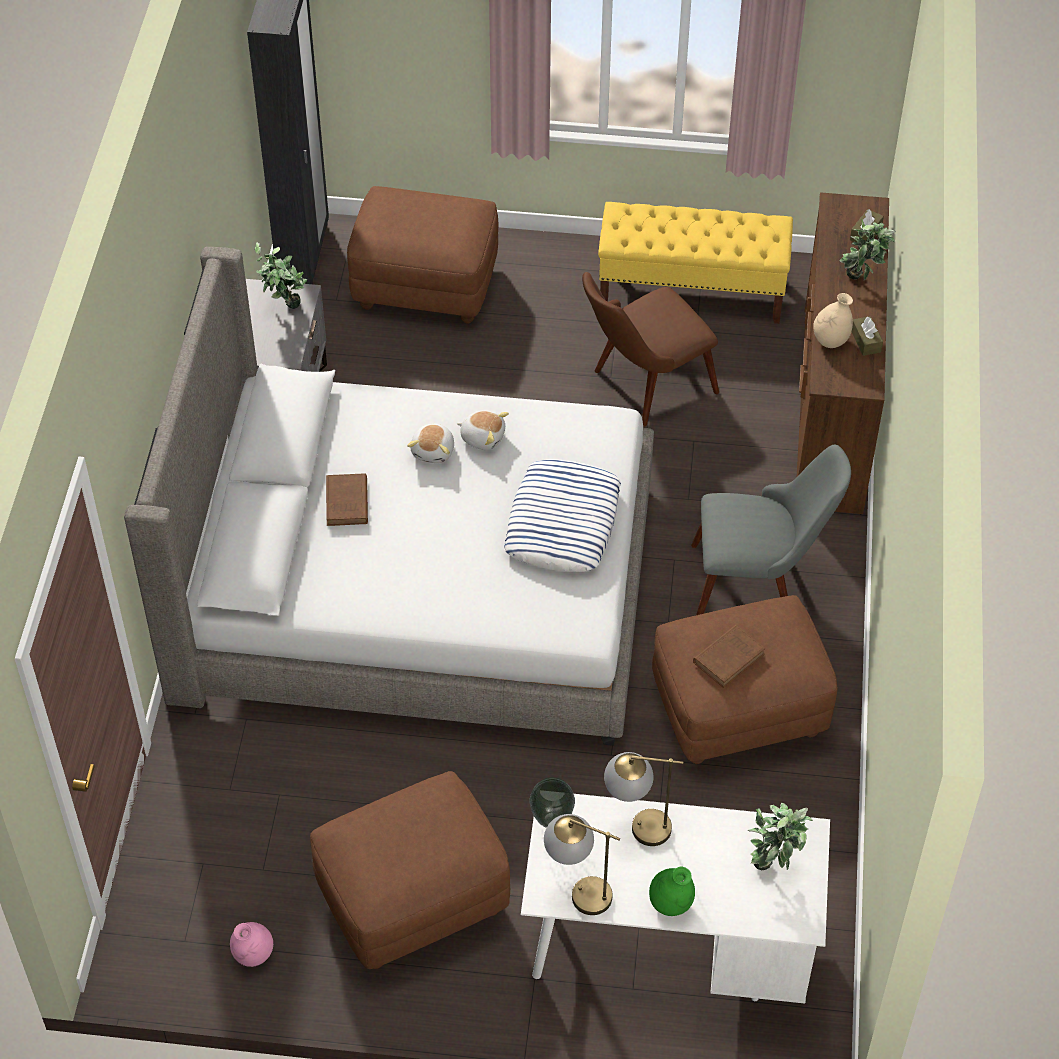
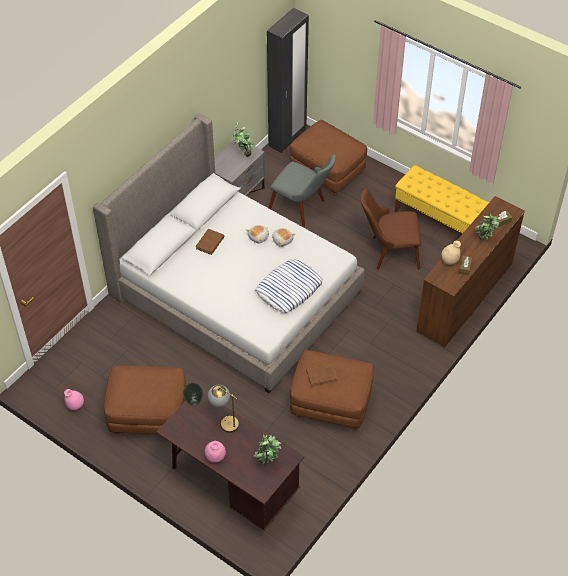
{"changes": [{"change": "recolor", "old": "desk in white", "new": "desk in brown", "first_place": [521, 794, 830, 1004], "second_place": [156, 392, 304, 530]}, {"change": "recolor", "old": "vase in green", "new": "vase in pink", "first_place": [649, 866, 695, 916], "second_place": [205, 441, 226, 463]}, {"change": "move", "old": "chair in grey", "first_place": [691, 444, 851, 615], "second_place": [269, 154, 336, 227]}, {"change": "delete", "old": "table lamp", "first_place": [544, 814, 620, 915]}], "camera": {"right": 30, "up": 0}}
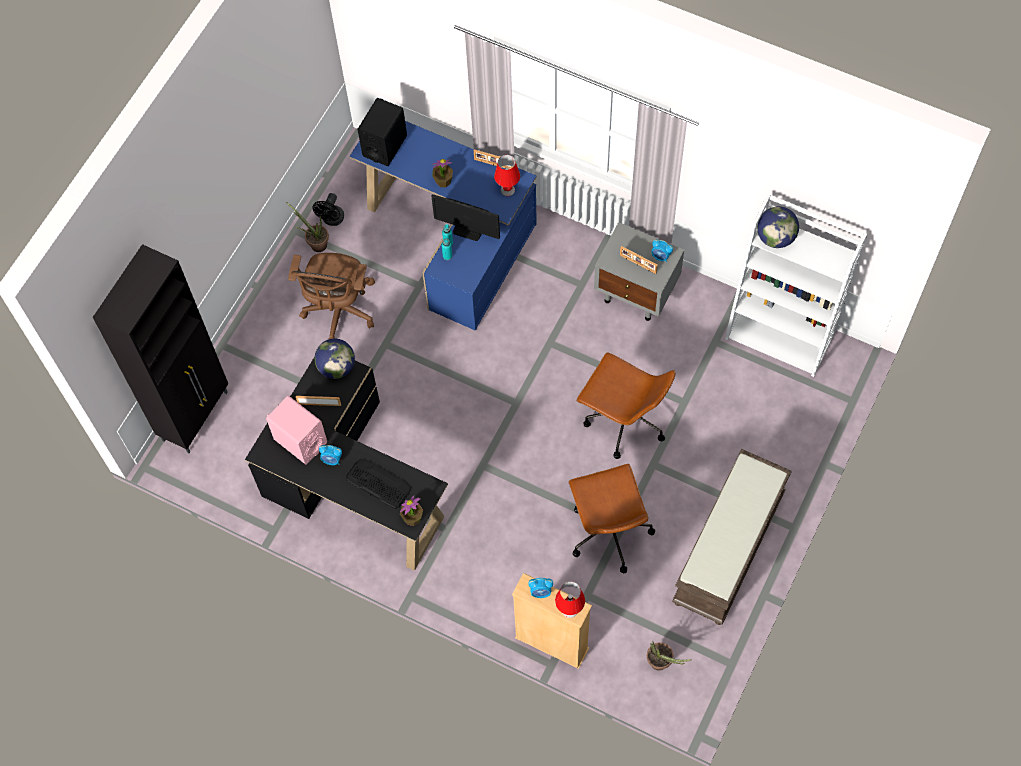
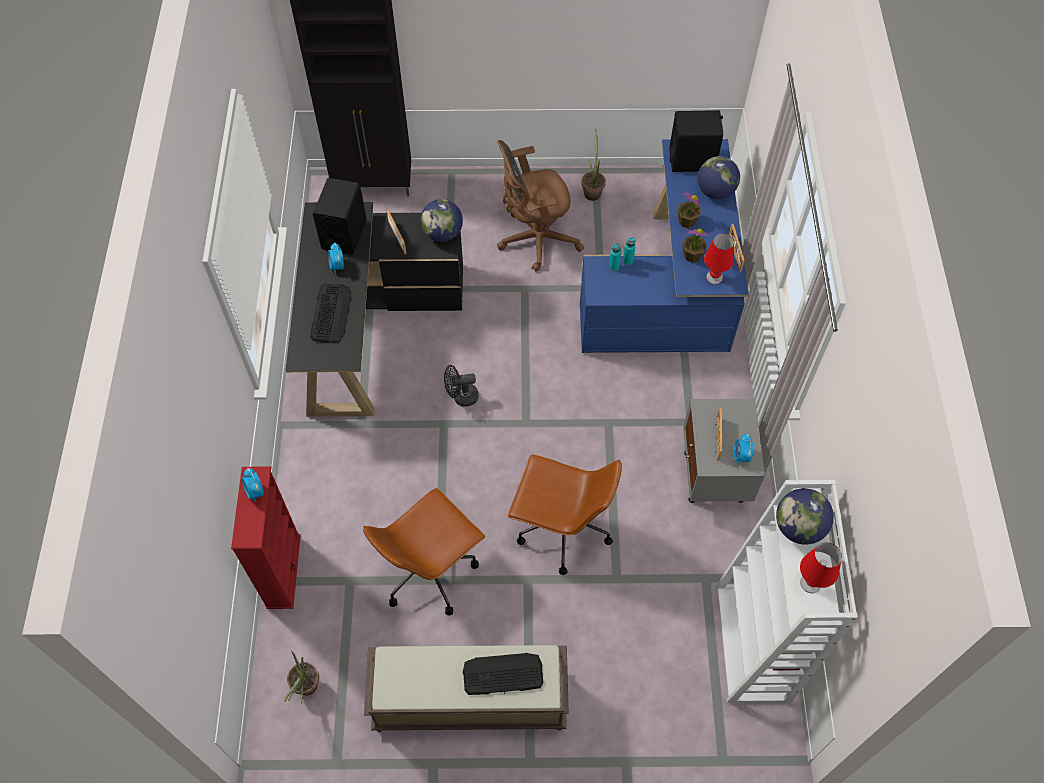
{"changes": [{"change": "recolor", "old": "bookcase in beige", "new": "bookcase in red", "first_place": [512, 573, 592, 669], "second_place": [231, 466, 301, 609]}, {"change": "recolor", "old": "speaker in pink", "new": "speaker in black", "first_place": [266, 396, 327, 465], "second_place": [313, 178, 367, 255]}, {"change": "move", "old": "fan in black", "first_place": [312, 193, 344, 226], "second_place": [444, 365, 478, 407]}, {"change": "insert", "new": "keyboard", "second_place": [462, 653, 543, 695]}, {"change": "rotate", "old": "office chair in brown", "first_place": [576, 352, 676, 459], "second_place": [508, 455, 622, 575], "degrees": -75}, {"change": "move", "old": "potted plant", "first_place": [400, 496, 423, 526], "second_place": [682, 228, 709, 263]}, {"change": "insert", "new": "globe", "second_place": [697, 156, 740, 199]}, {"change": "move", "old": "table lamp in red", "first_place": [555, 582, 585, 618], "second_place": [800, 543, 842, 593]}, {"change": "delete", "old": "monitor", "first_place": [431, 194, 500, 241]}], "camera": {"right": 60, "up": -5}}
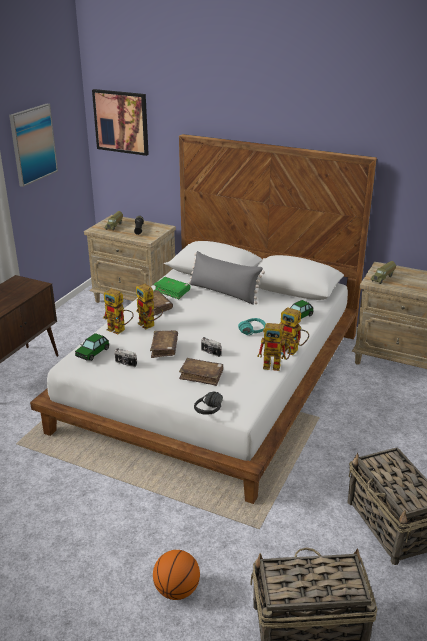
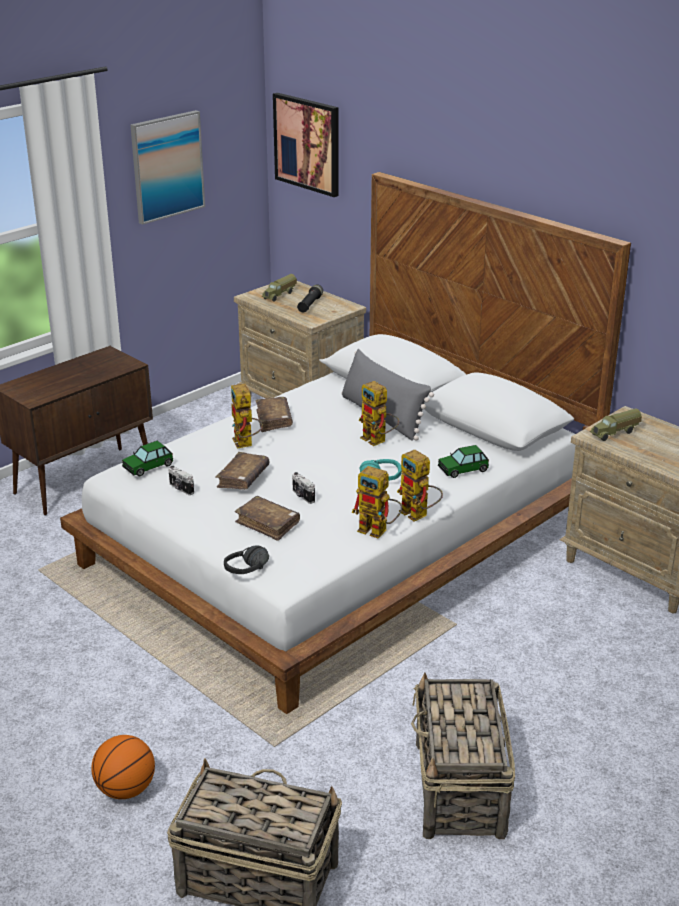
{"changes": [{"change": "move", "old": "toy robot", "first_place": [103, 289, 134, 334], "second_place": [358, 381, 399, 446]}, {"change": "delete", "old": "book in green", "first_place": [153, 277, 190, 299]}], "camera": {"right": 20, "up": 0}}
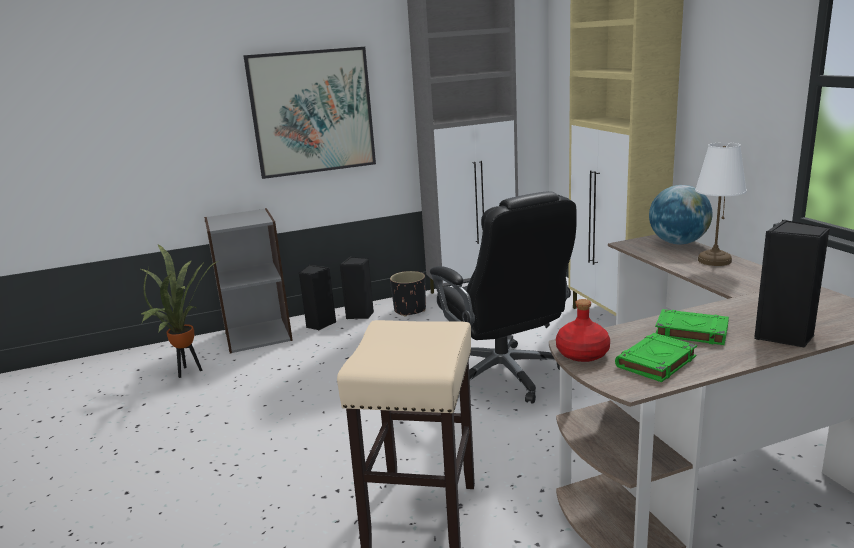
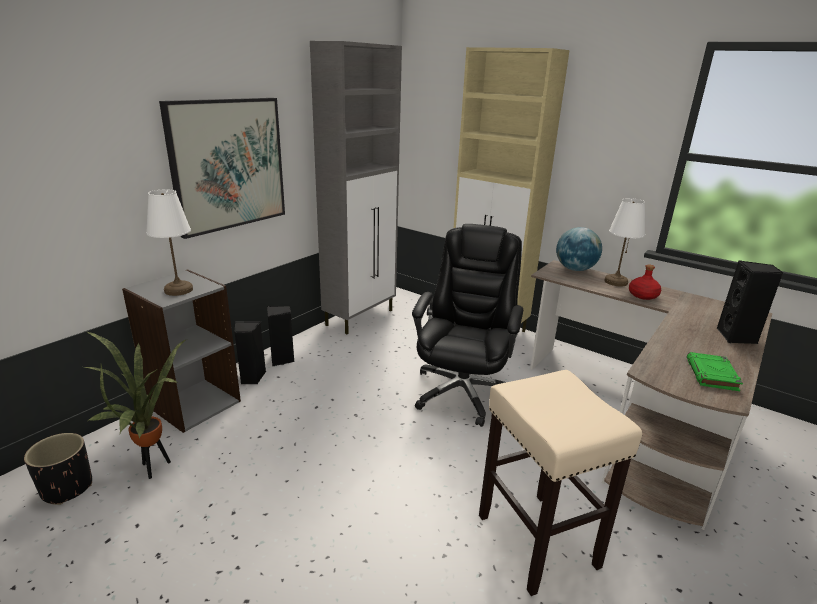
{"changes": [{"change": "move", "old": "planter in black", "first_place": [390, 271, 426, 317], "second_place": [24, 433, 92, 505]}, {"change": "insert", "new": "table lamp in white", "second_place": [146, 189, 193, 296]}, {"change": "rotate", "old": "office chair in black", "first_place": [430, 191, 577, 404], "second_place": [412, 224, 523, 427], "degrees": -105}, {"change": "move", "old": "bottle in red", "first_place": [556, 299, 610, 362], "second_place": [629, 265, 661, 300]}, {"change": "delete", "old": "book in green", "first_place": [655, 309, 729, 345]}], "camera": {"right": -35, "up": 5}}
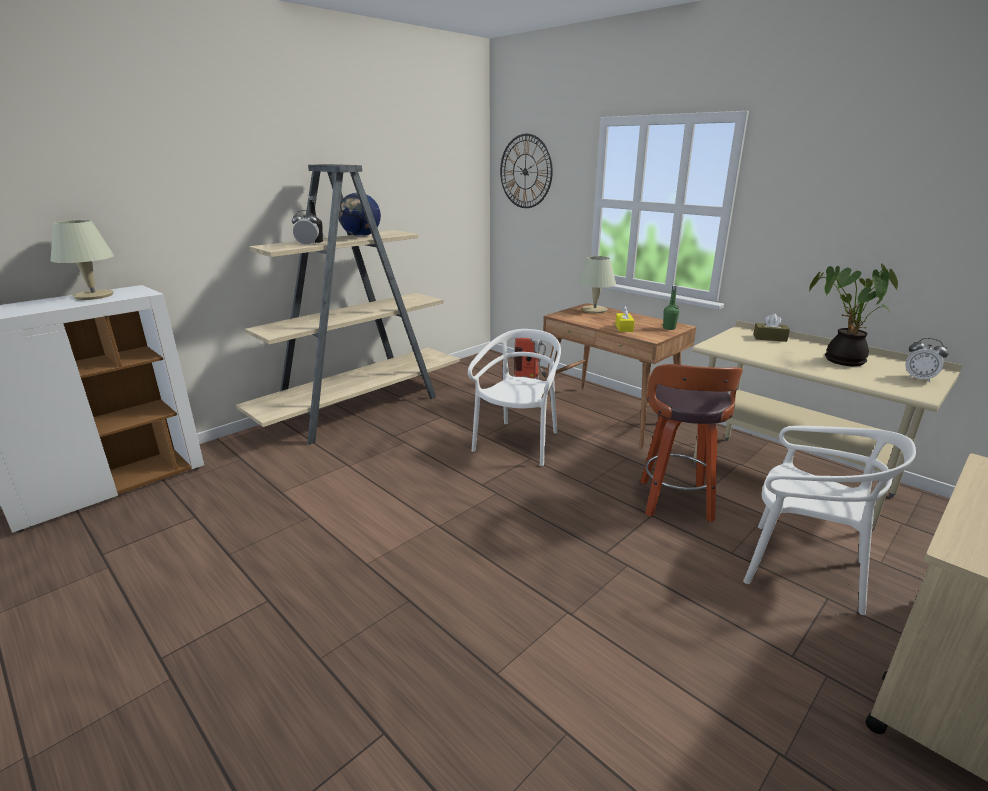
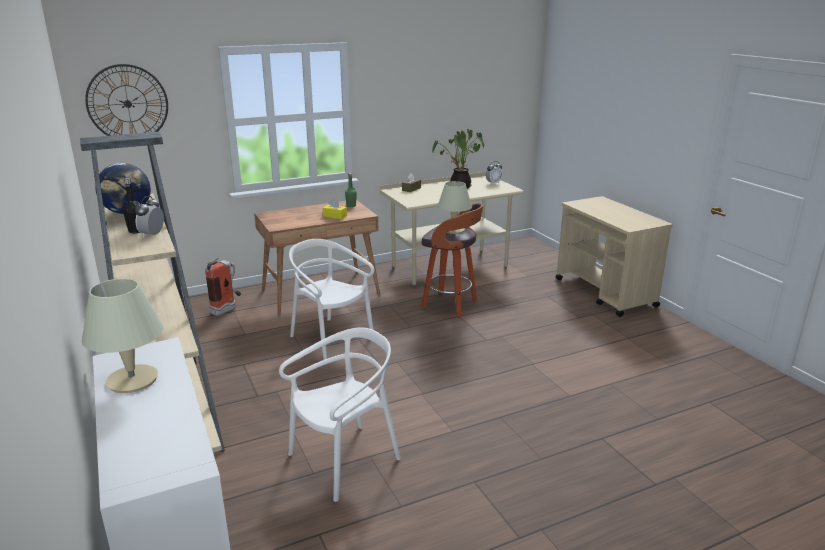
{"changes": [{"change": "move", "old": "chair in white", "first_place": [743, 426, 916, 615], "second_place": [279, 327, 401, 502]}, {"change": "move", "old": "table lamp in beige", "first_place": [578, 256, 616, 313], "second_place": [437, 181, 472, 234]}], "camera": {"right": -70, "up": 0}}
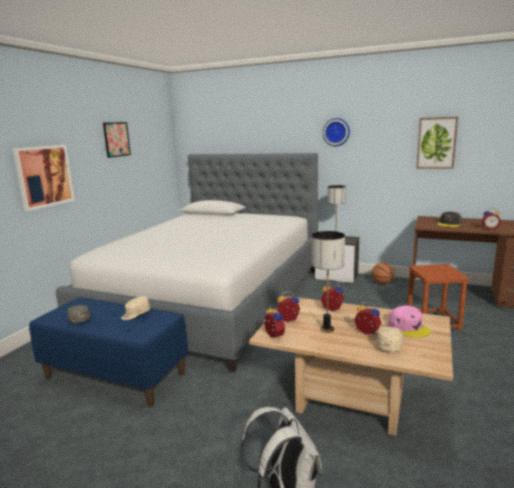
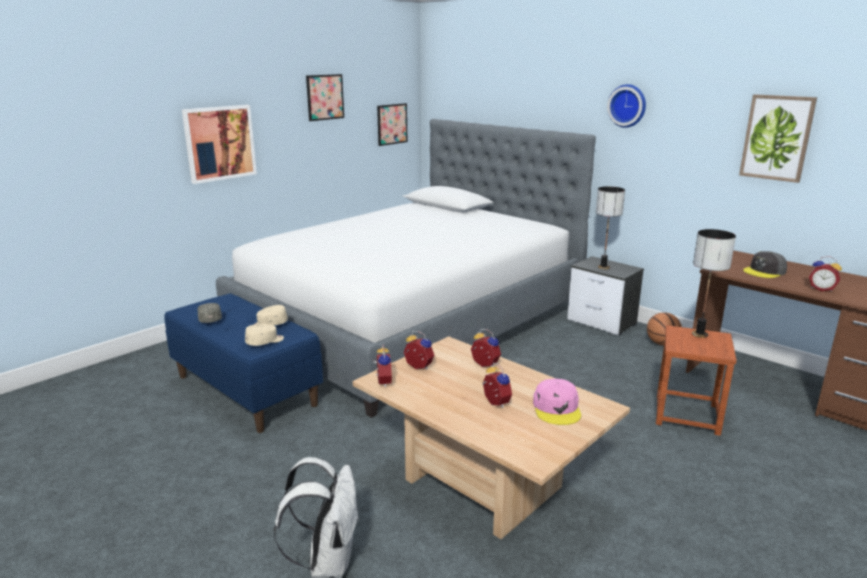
{"changes": [{"change": "move", "old": "cap in beige", "first_place": [376, 327, 403, 351], "second_place": [245, 324, 284, 346]}, {"change": "insert", "new": "picture", "second_place": [377, 103, 407, 146]}, {"change": "move", "old": "table lamp", "first_place": [311, 231, 345, 333], "second_place": [692, 229, 736, 338]}], "camera": {"right": 20, "up": 5}}
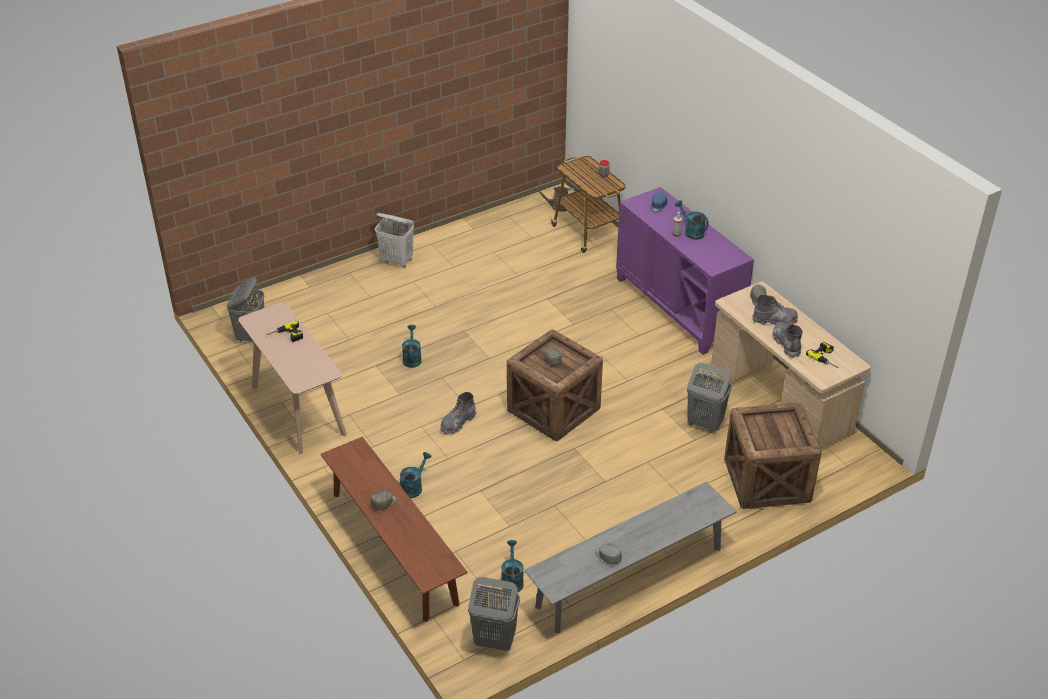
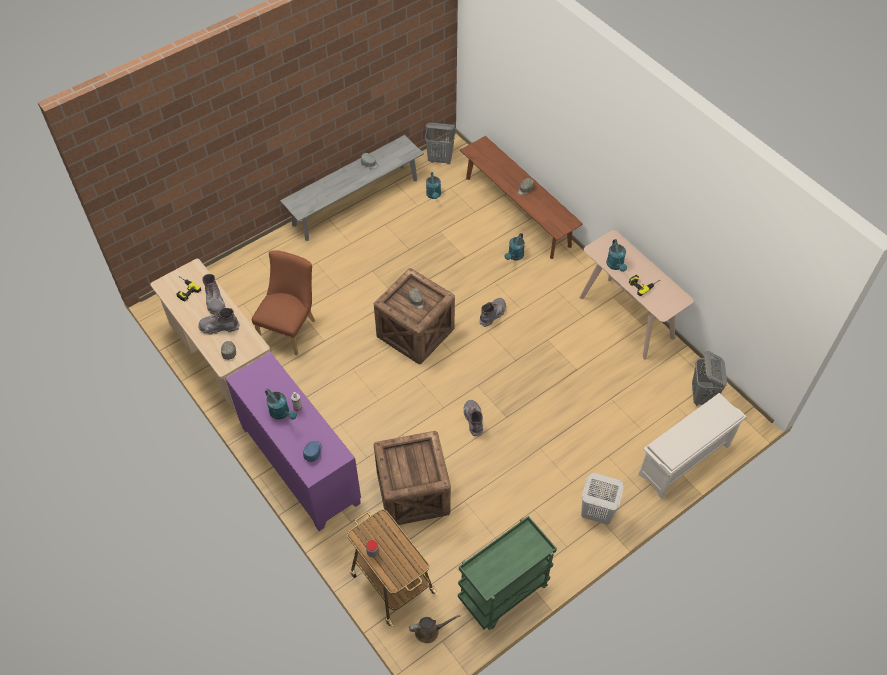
{"changes": [{"change": "replace", "old": "laundry basket in grey", "new": "chair in brown", "first_place": [687, 363, 732, 432], "second_place": [252, 250, 315, 356]}, {"change": "move", "old": "crate", "first_place": [724, 402, 822, 509], "second_place": [374, 431, 451, 525]}, {"change": "insert", "new": "cart in green", "second_place": [458, 516, 557, 630]}, {"change": "insert", "new": "boot in grey", "second_place": [464, 400, 483, 437]}, {"change": "move", "old": "watering can in turquoise", "first_place": [402, 325, 422, 368], "second_place": [606, 239, 627, 272]}, {"change": "insert", "new": "shoe rack in white", "second_place": [638, 393, 747, 498]}], "camera": {"right": 175, "up": 15}}
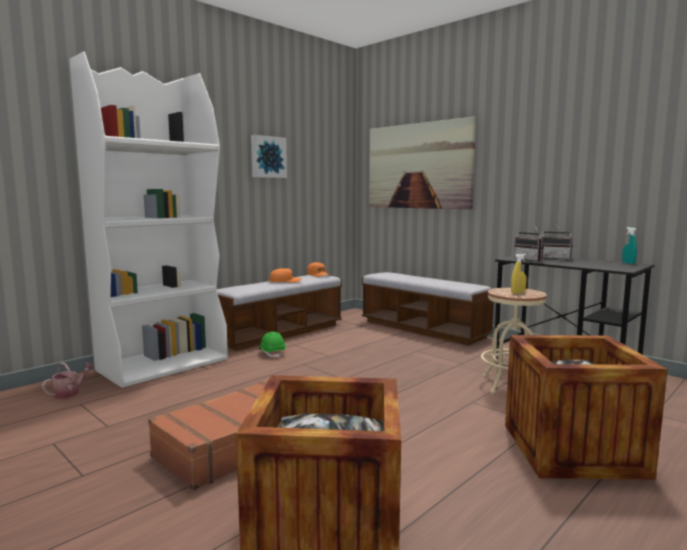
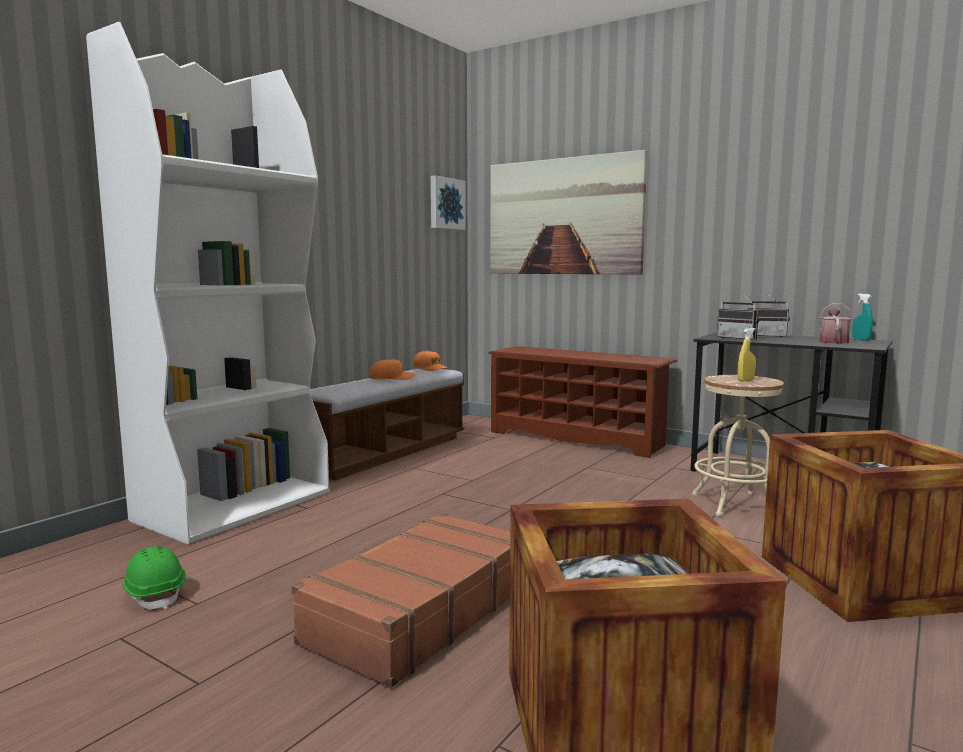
{"changes": [{"change": "move", "old": "hard hat in green", "first_place": [259, 332, 286, 358], "second_place": [122, 546, 186, 609]}, {"change": "move", "old": "picture", "first_place": [251, 135, 287, 178], "second_place": [431, 175, 466, 230]}, {"change": "replace", "old": "bench", "new": "shoe rack in brown", "first_place": [362, 272, 493, 345], "second_place": [488, 346, 678, 458]}, {"change": "move", "old": "watering can", "first_place": [42, 362, 94, 399], "second_place": [819, 303, 853, 344]}], "camera": {"right": -10, "up": 0}}
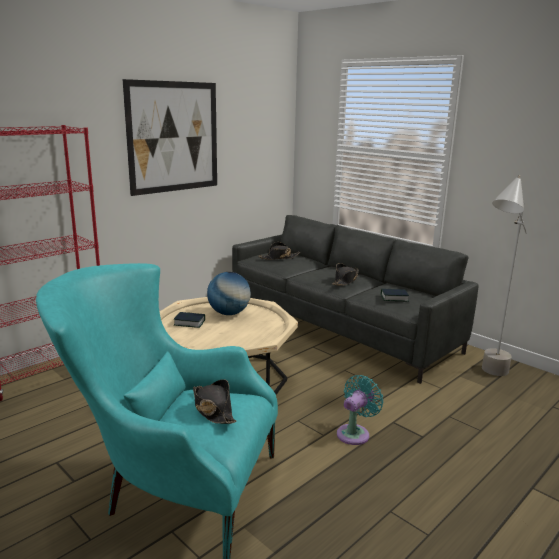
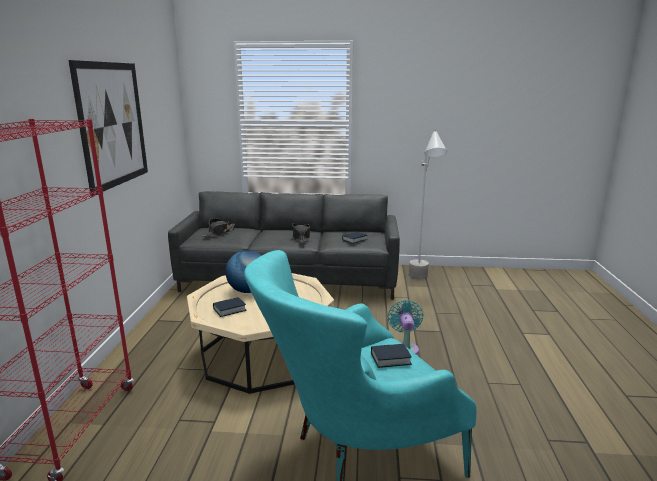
{"changes": [{"change": "replace", "old": "hat in black", "new": "book", "first_place": [193, 379, 237, 424], "second_place": [371, 344, 412, 368]}], "camera": {"right": -40, "up": 0}}
